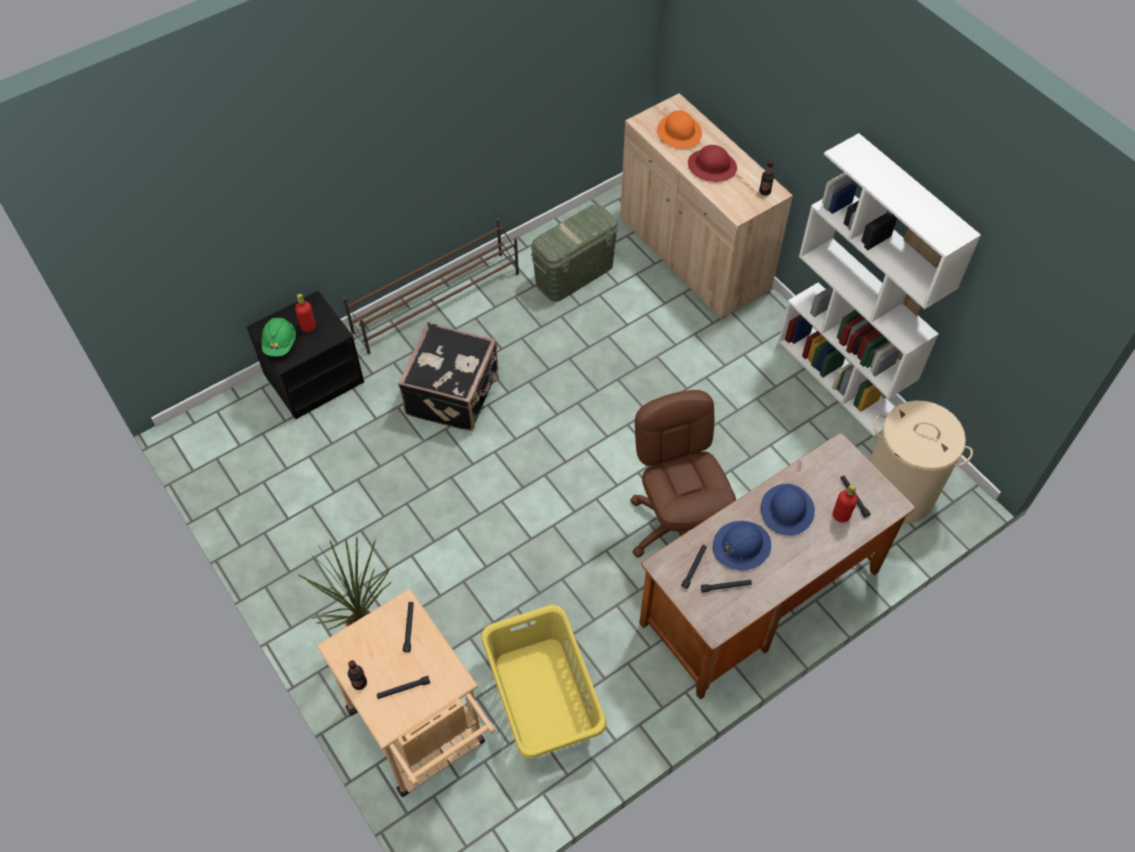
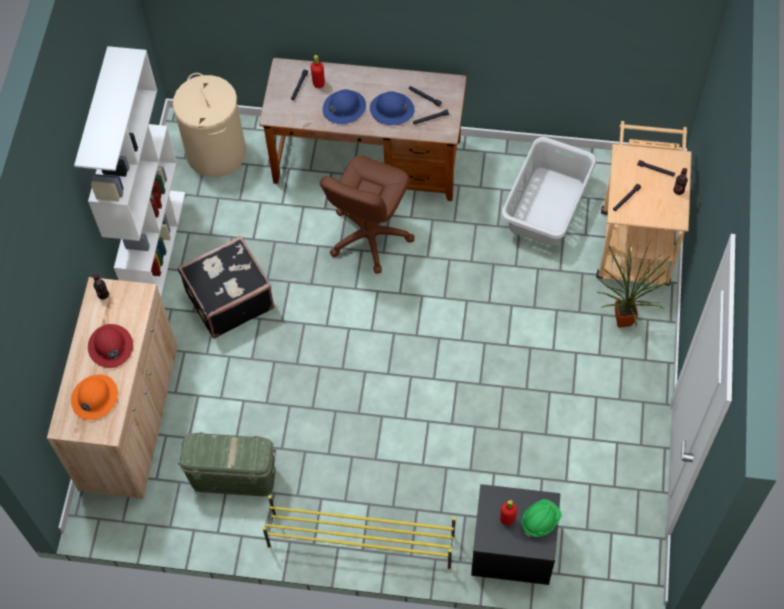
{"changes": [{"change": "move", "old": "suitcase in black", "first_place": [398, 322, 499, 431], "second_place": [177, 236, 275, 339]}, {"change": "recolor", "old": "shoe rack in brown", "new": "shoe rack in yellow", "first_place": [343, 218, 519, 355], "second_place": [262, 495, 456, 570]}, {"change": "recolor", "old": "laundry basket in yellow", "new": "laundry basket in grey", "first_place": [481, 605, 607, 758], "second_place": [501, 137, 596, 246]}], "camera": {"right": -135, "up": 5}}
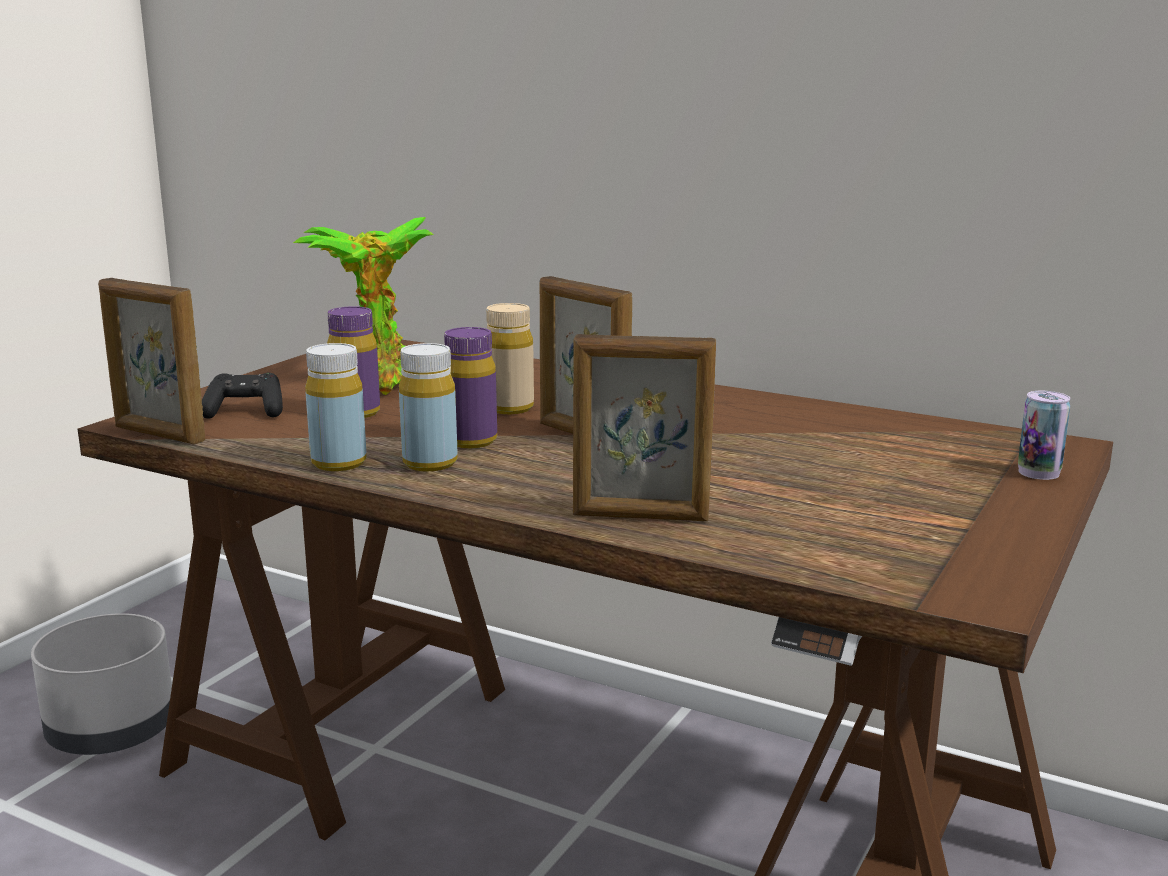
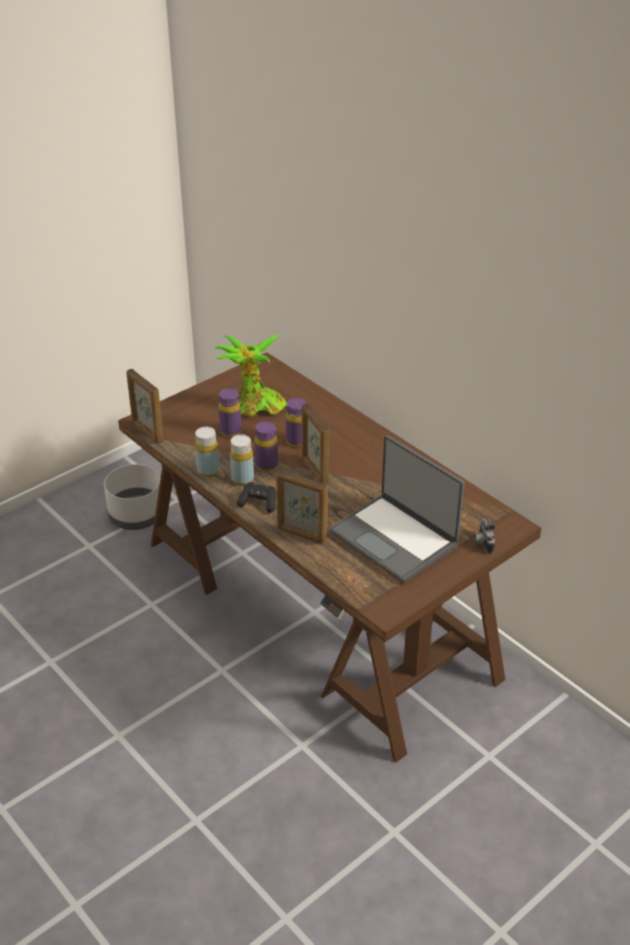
{"changes": [{"change": "move", "old": "game controller in black", "first_place": [202, 372, 283, 419], "second_place": [237, 482, 276, 513]}, {"change": "recolor", "old": "bottle in beige", "new": "bottle in purple", "first_place": [486, 303, 534, 414], "second_place": [286, 398, 306, 447]}, {"change": "insert", "new": "laptop", "second_place": [329, 435, 465, 583]}, {"change": "replace", "old": "can", "new": "photo camera", "first_place": [1018, 391, 1070, 480], "second_place": [474, 519, 495, 554]}], "camera": {"right": 20, "up": 20}}
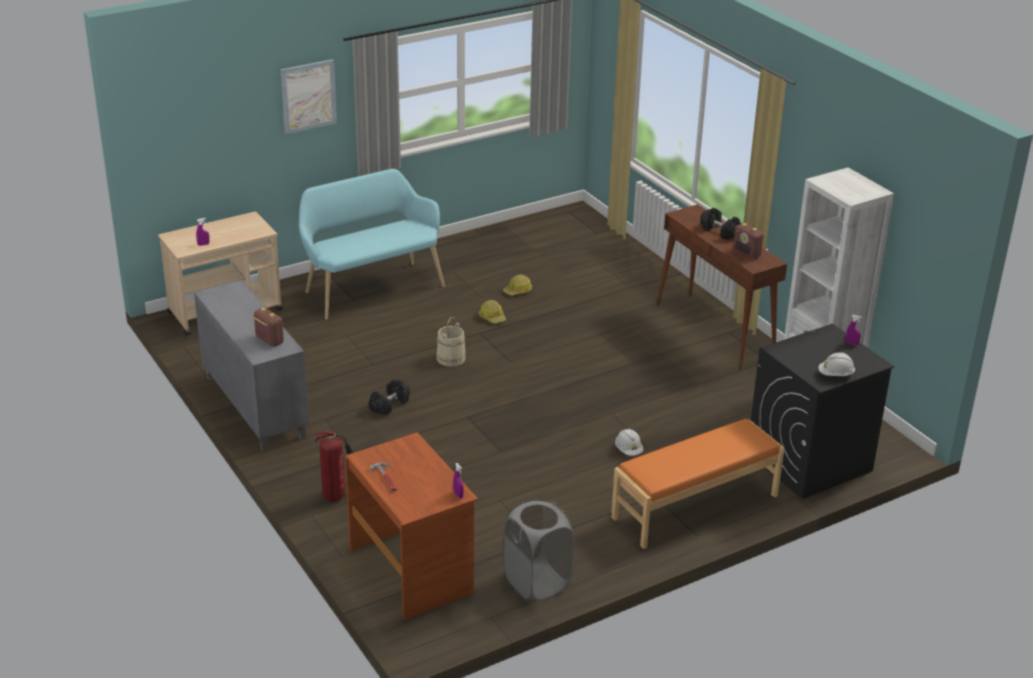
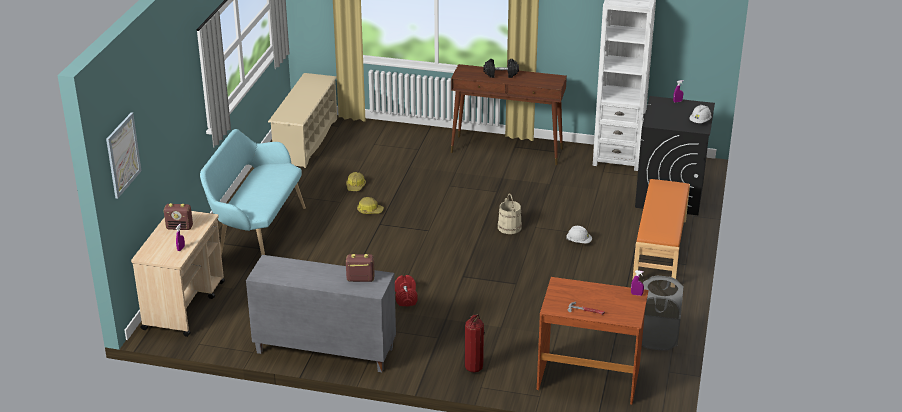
{"changes": [{"change": "move", "old": "picture", "first_place": [280, 59, 337, 134], "second_place": [106, 112, 141, 199]}, {"change": "move", "old": "radio", "first_place": [733, 223, 764, 259], "second_place": [164, 203, 193, 230]}, {"change": "insert", "new": "shoe rack in beige", "second_place": [268, 73, 337, 168]}, {"change": "recolor", "old": "dumbbell in black", "new": "dumbbell in red", "first_place": [369, 379, 410, 416], "second_place": [395, 275, 418, 307]}, {"change": "move", "old": "bucket in beige", "first_place": [436, 317, 466, 367], "second_place": [498, 193, 522, 234]}], "camera": {"right": -45, "up": 0}}
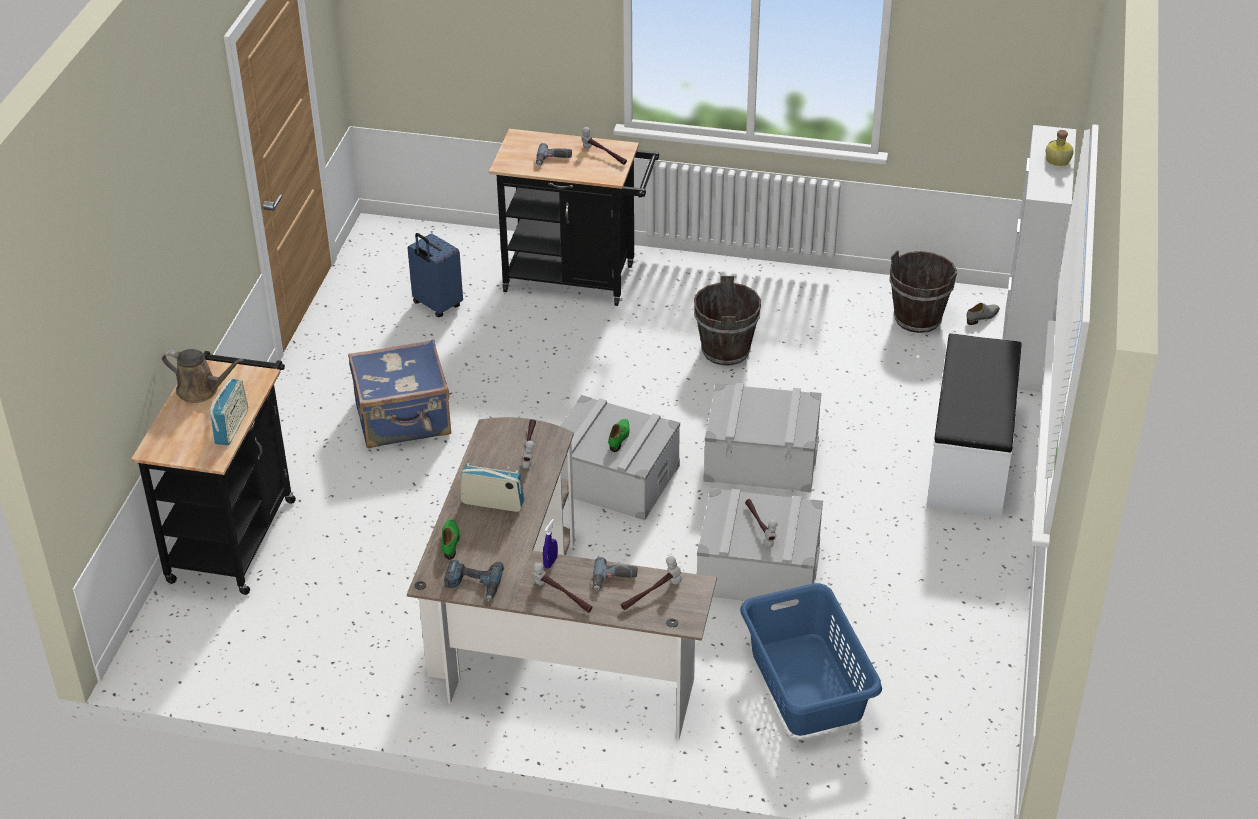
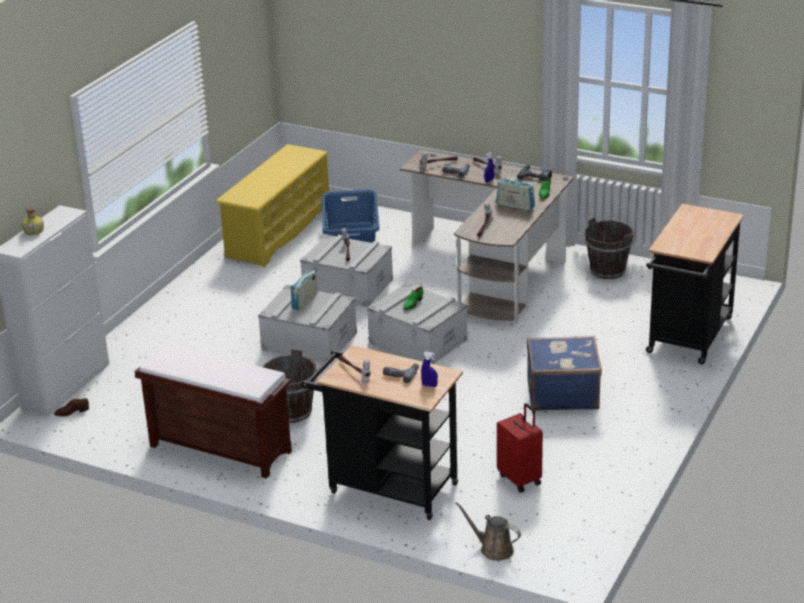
{"changes": [{"change": "recolor", "old": "shoe in grey", "new": "shoe in brown", "first_place": [967, 303, 1000, 325], "second_place": [54, 398, 89, 416]}, {"change": "insert", "new": "bench in brown", "second_place": [135, 344, 292, 479]}, {"change": "insert", "new": "shoe rack in yellow", "second_place": [215, 144, 329, 267]}, {"change": "move", "old": "radio", "first_place": [210, 379, 248, 446], "second_place": [291, 267, 318, 310]}, {"change": "insert", "new": "spray bottle in blue", "second_place": [421, 352, 438, 387]}, {"change": "move", "old": "watering can in brown", "first_place": [162, 349, 244, 403], "second_place": [455, 502, 521, 561]}, {"change": "recolor", "old": "suitcase in blue", "new": "suitcase in red", "first_place": [408, 233, 463, 317], "second_place": [497, 403, 543, 493]}, {"change": "move", "old": "bucket in brown", "first_place": [889, 250, 957, 333], "second_place": [585, 217, 634, 279]}, {"change": "delete", "old": "bench in white", "first_place": [926, 333, 1022, 518]}], "camera": {"right": -165, "up": -10}}
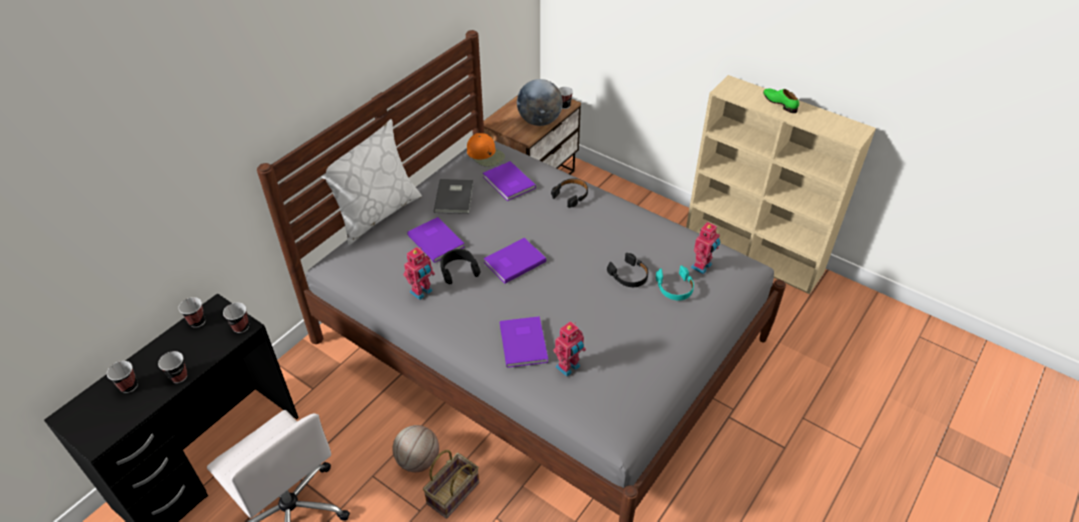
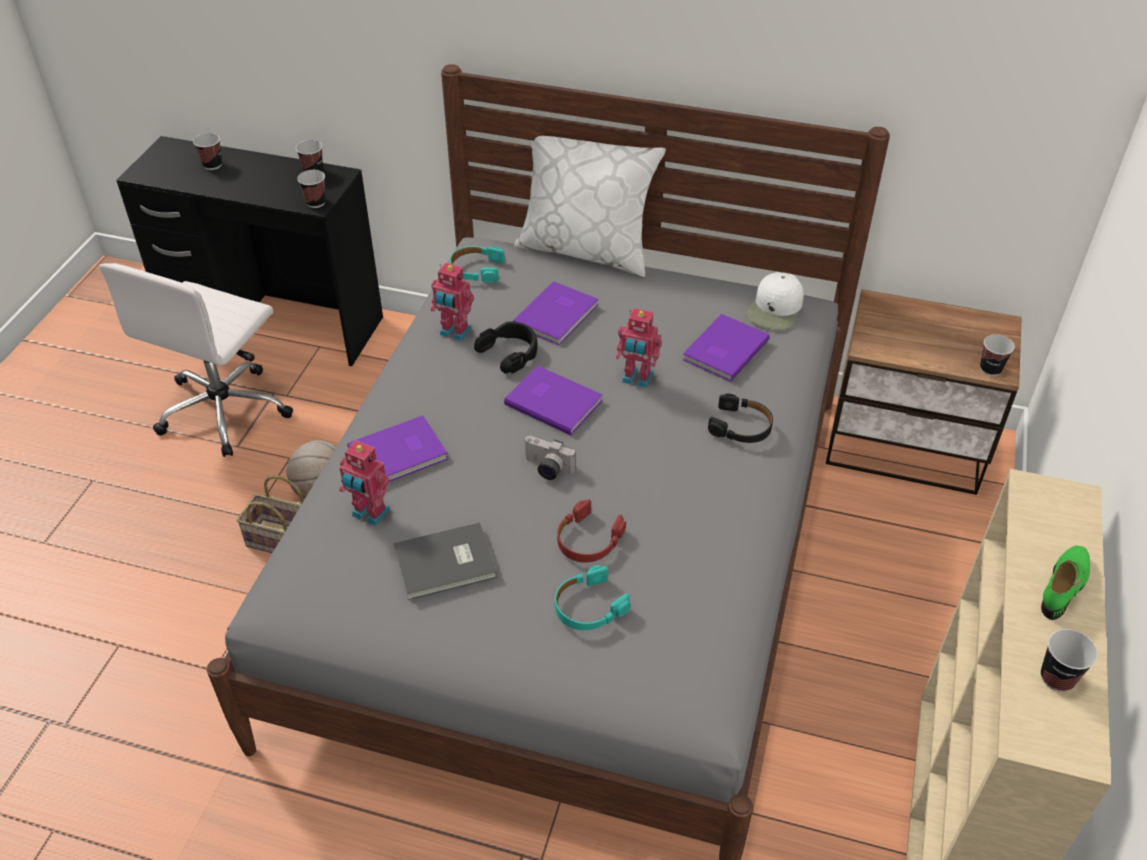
{"changes": [{"change": "move", "old": "book in grey", "first_place": [434, 179, 474, 214], "second_place": [393, 523, 497, 600]}, {"change": "insert", "new": "headphones in turquoise", "second_place": [450, 246, 505, 283]}, {"change": "insert", "new": "photo camera", "second_place": [524, 436, 575, 480]}, {"change": "recolor", "old": "headphones in black", "new": "headphones in red", "first_place": [607, 253, 648, 287], "second_place": [557, 499, 626, 562]}, {"change": "move", "old": "toy robot", "first_place": [690, 222, 720, 274], "second_place": [616, 308, 662, 388]}, {"change": "recolor", "old": "cap in orange", "new": "cap in white", "first_place": [467, 133, 505, 167], "second_place": [746, 272, 804, 330]}, {"change": "move", "old": "cup", "first_place": [158, 351, 188, 383], "second_place": [1041, 629, 1098, 692]}, {"change": "delete", "old": "globe", "first_place": [517, 79, 563, 126]}], "camera": {"right": 70, "up": 0}}
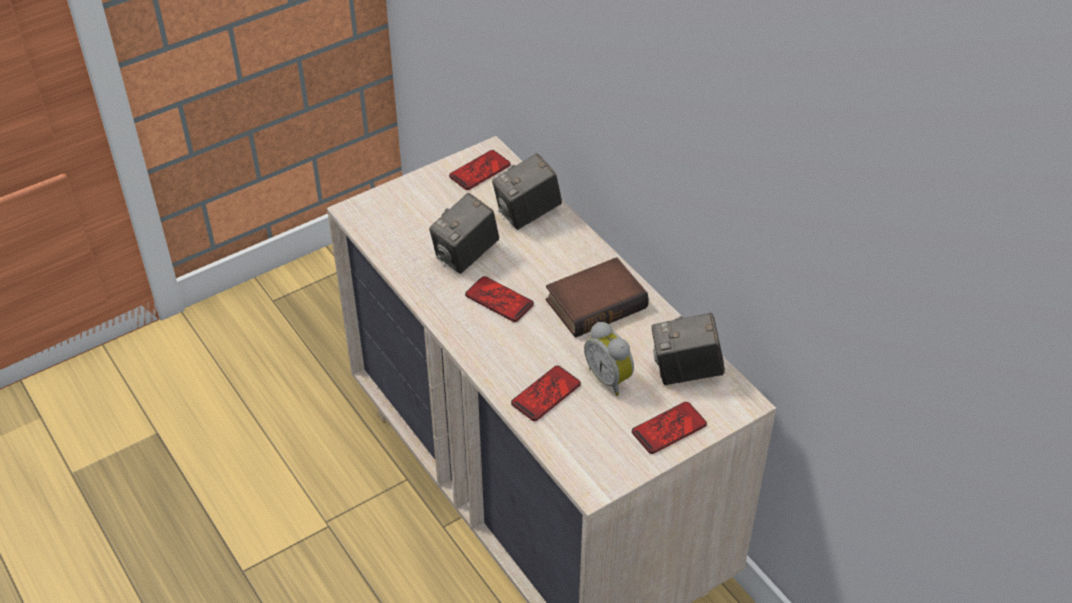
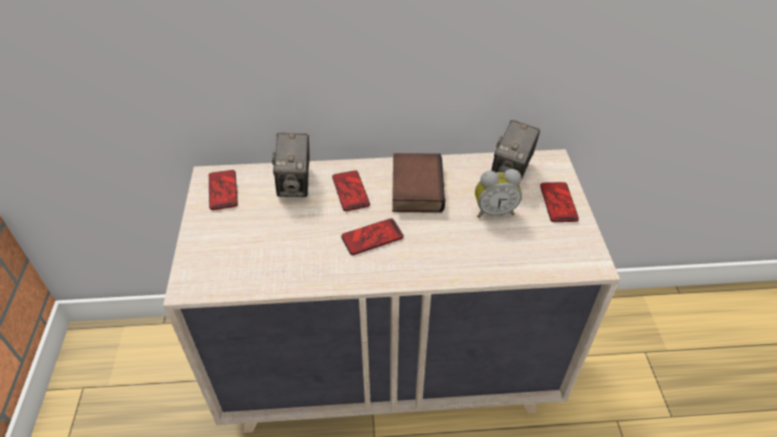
{"changes": [{"change": "move", "old": "phone", "first_place": [511, 366, 581, 421], "second_place": [332, 170, 370, 211]}, {"change": "delete", "old": "photo camera", "first_place": [429, 193, 499, 274]}], "camera": {"right": -60, "up": 0}}
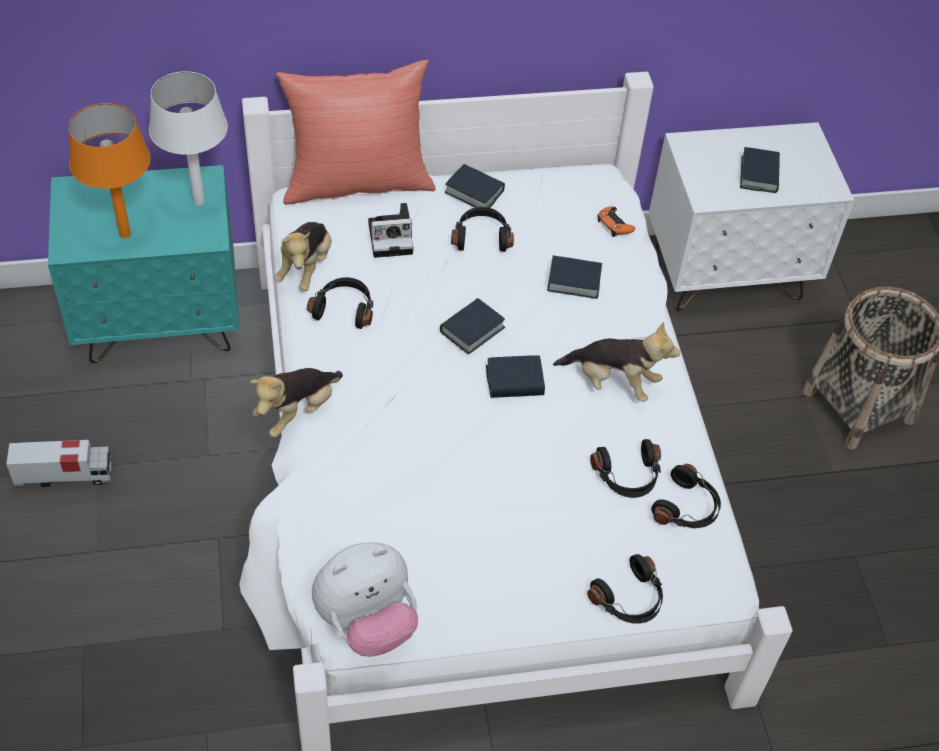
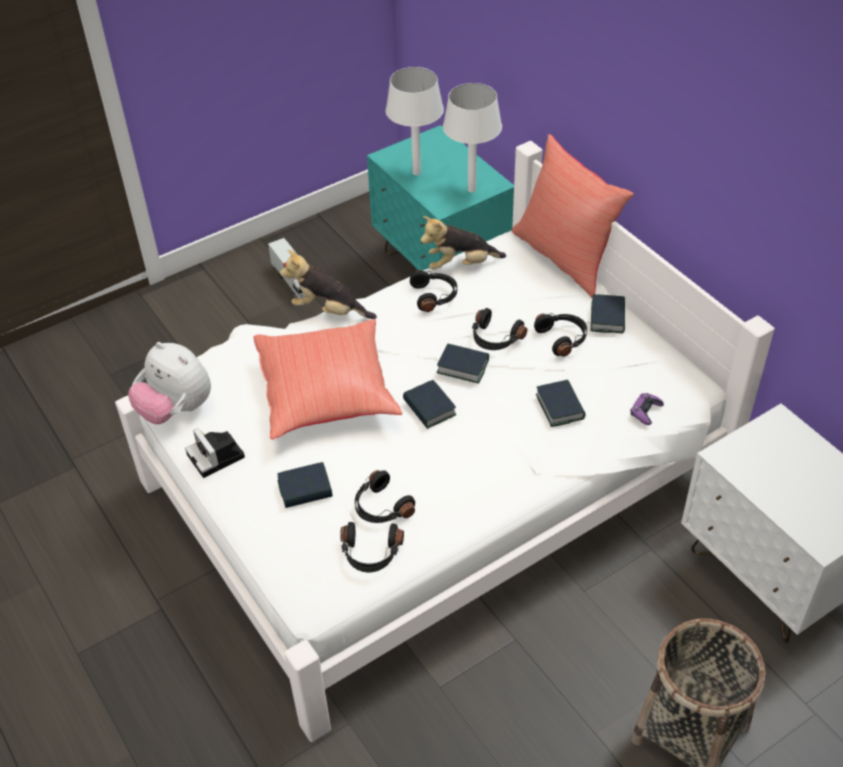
{"changes": [{"change": "move", "old": "photo camera", "first_place": [368, 203, 413, 258], "second_place": [185, 428, 245, 478]}, {"change": "insert", "new": "pillow in red", "second_place": [253, 319, 402, 439]}, {"change": "move", "old": "book", "first_place": [740, 147, 780, 193], "second_place": [277, 462, 333, 508]}, {"change": "recolor", "old": "table lamp in orange", "new": "table lamp in white", "first_place": [69, 103, 150, 238], "second_place": [386, 67, 444, 175]}, {"change": "move", "old": "headphones in black", "first_place": [587, 554, 663, 624], "second_place": [472, 308, 527, 350]}, {"change": "recolor", "old": "game controller in orange", "new": "game controller in purple", "first_place": [598, 206, 635, 237], "second_place": [631, 393, 664, 425]}, {"change": "delete", "old": "plush toy", "first_place": [553, 322, 680, 402]}], "camera": {"right": 70, "up": -5}}
